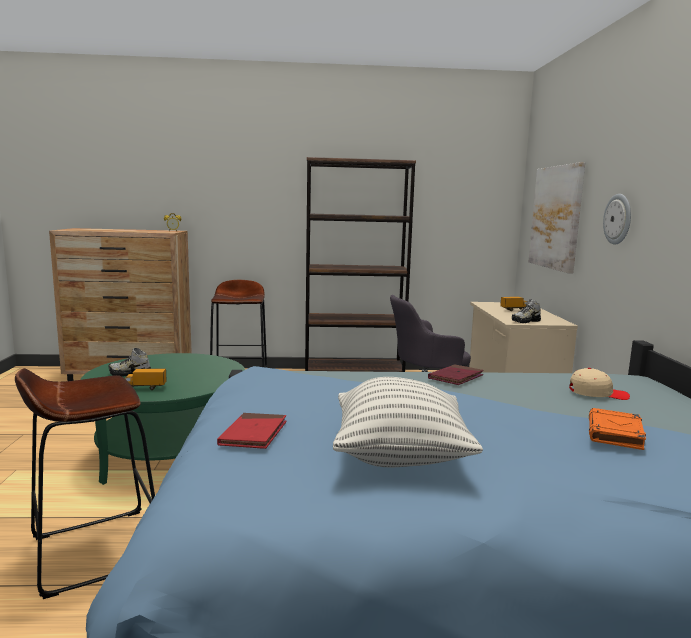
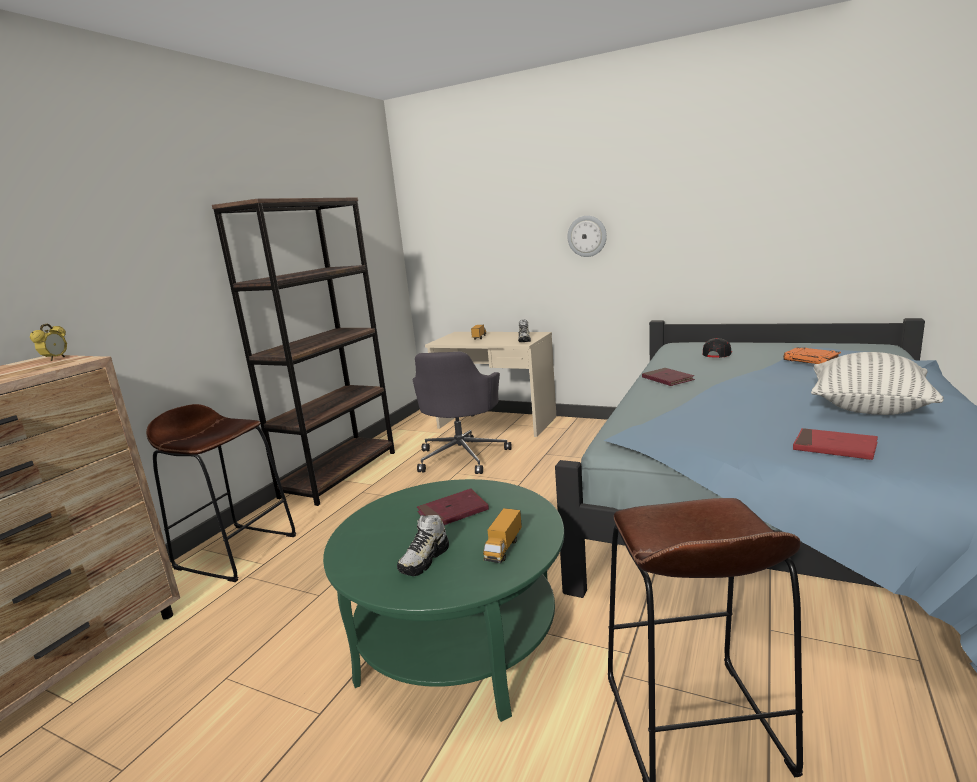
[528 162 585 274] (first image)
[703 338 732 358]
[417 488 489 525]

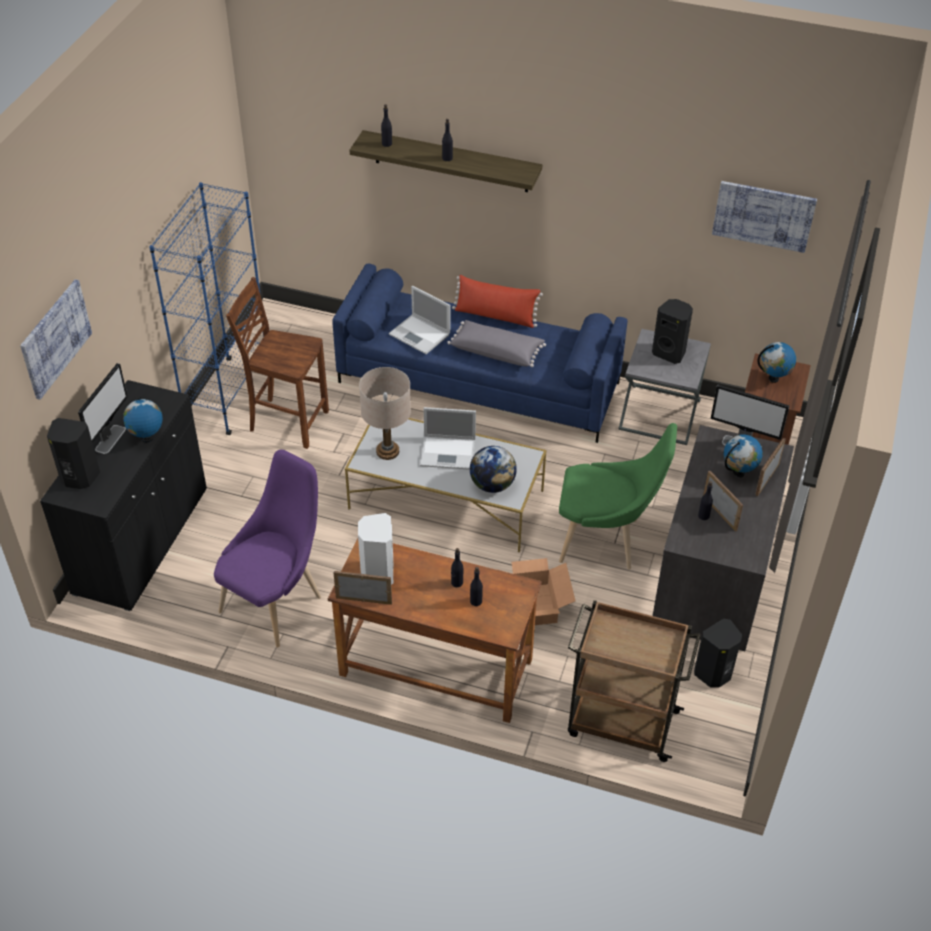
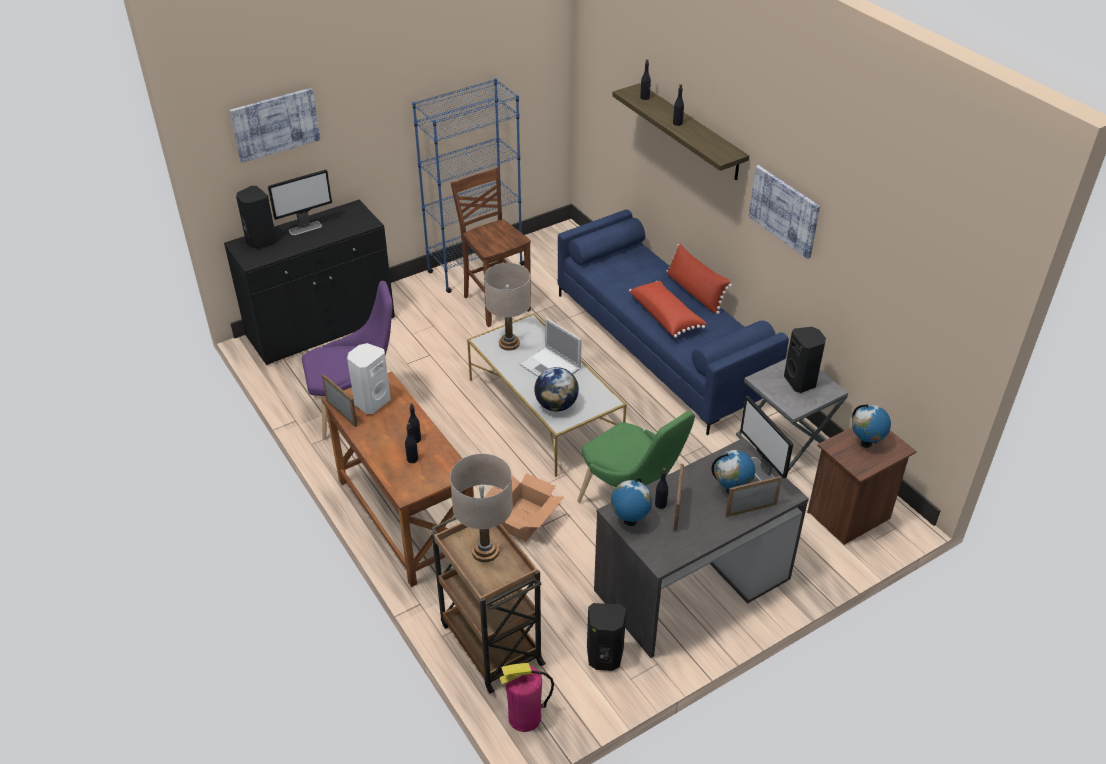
[749 165 820 259]
[389 286 450 354] (first image)
[629 281 707 338]
[611 478 652 526]
[450 454 513 562]
[499 663 554 732]

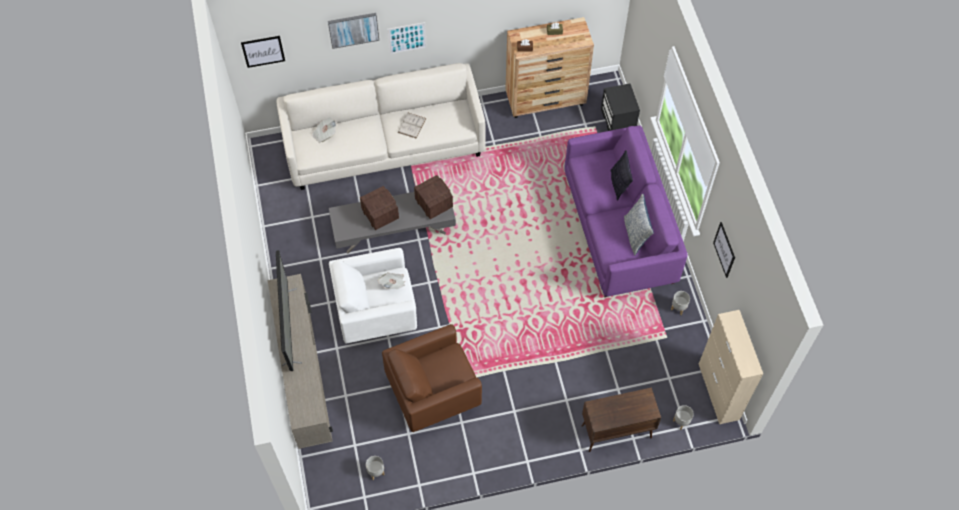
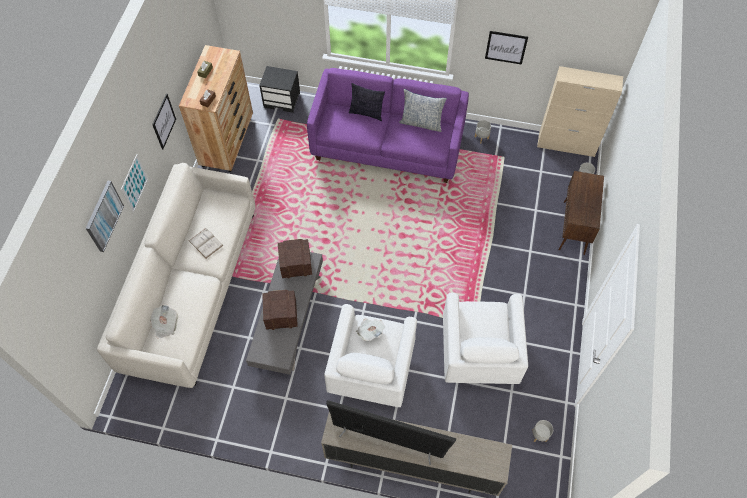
[152 93 176 149]
[443 293 528 384]

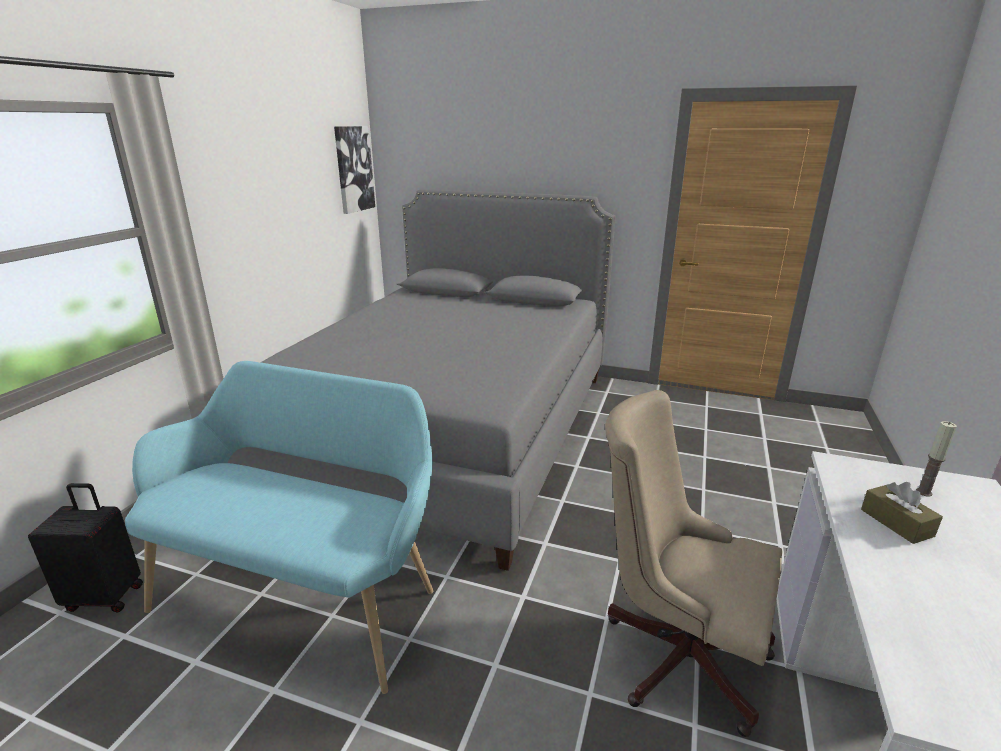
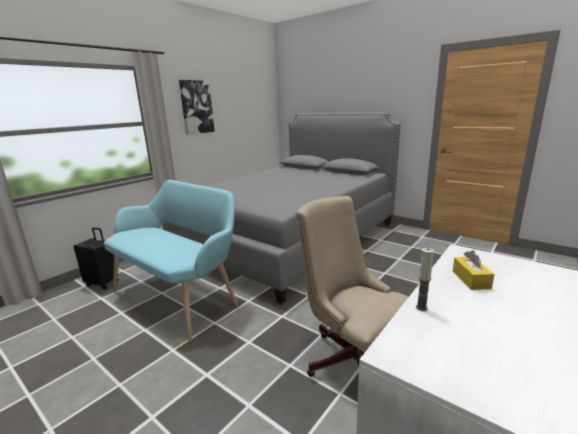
[179 80 215 135]
[416 248 434 311]
[453 250 495 290]

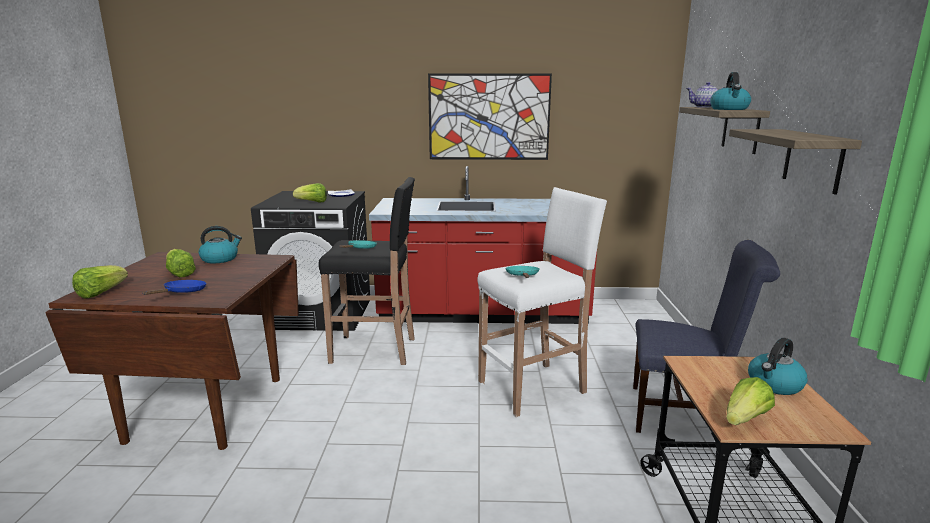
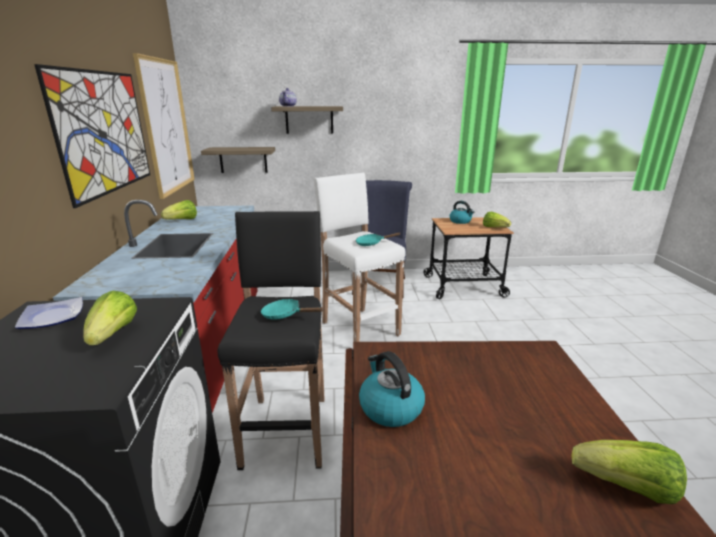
[710 72 751 110] (first image)
[201 147 275 173]
[161 200 197 219]
[142 280 207 295] (first image)
[133 53 195 199]

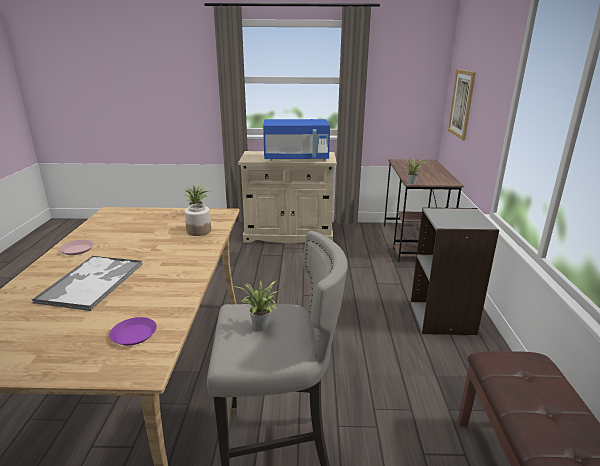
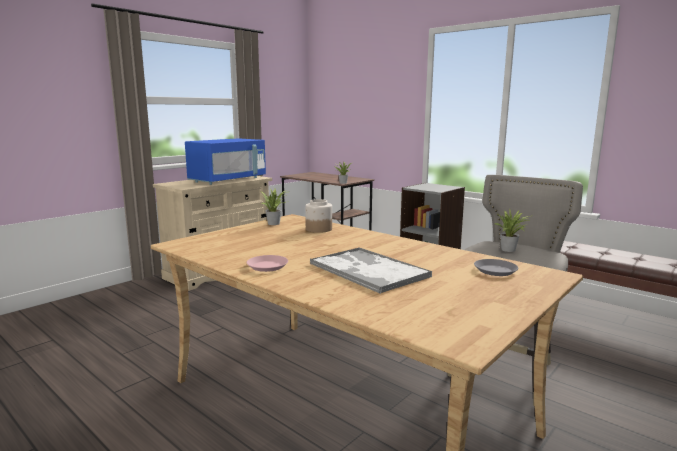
[448 69 476 141] (first image)
[474 259 518 276]

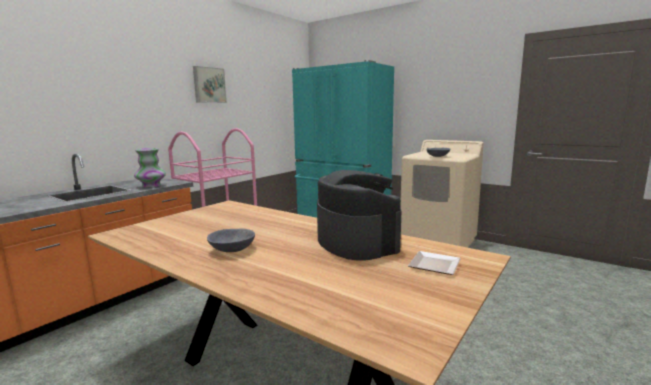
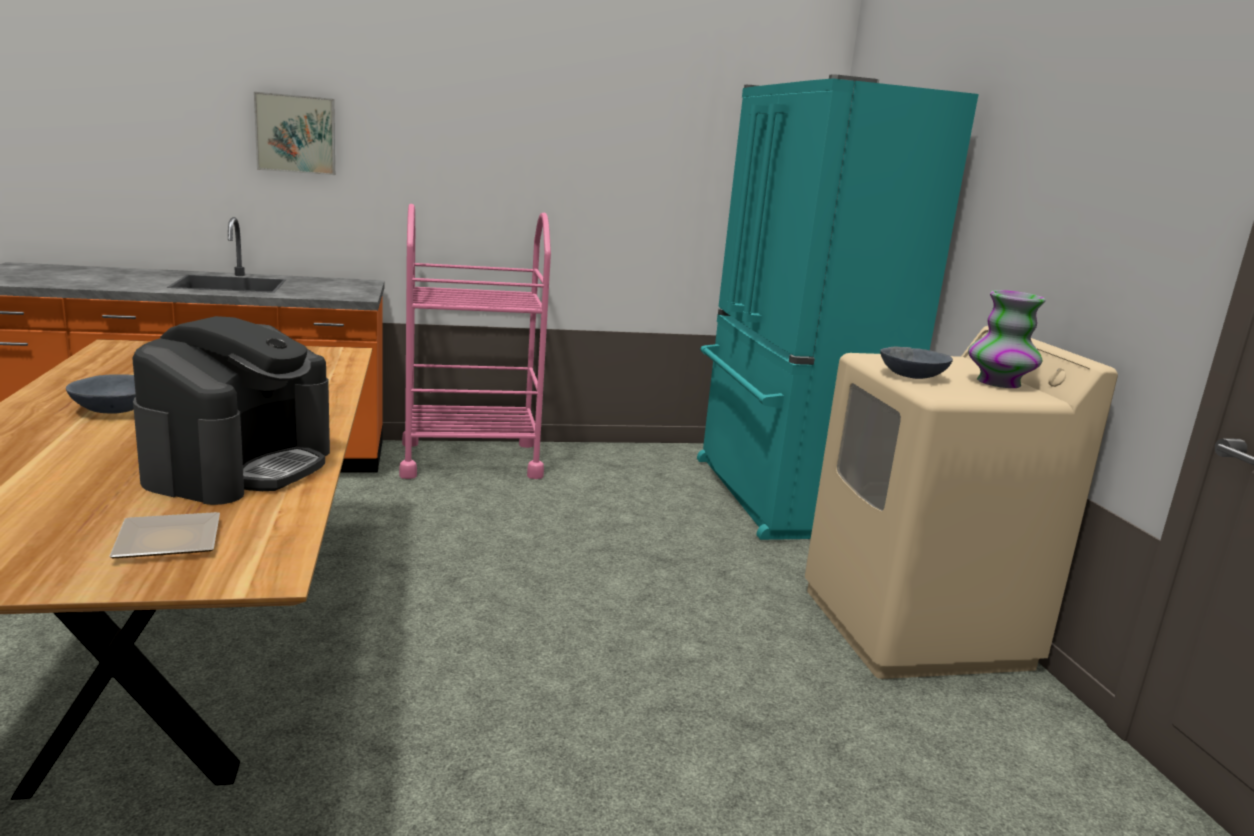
[254 92 335 175]
[968 290 1046 388]

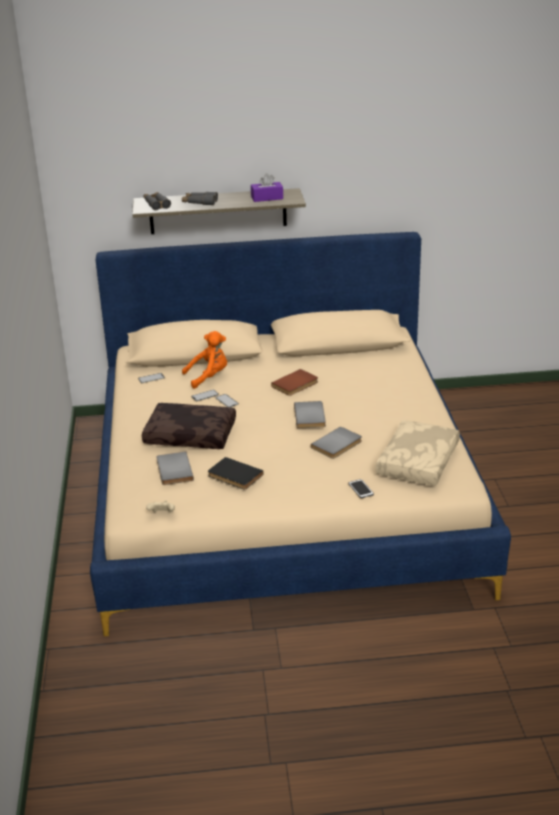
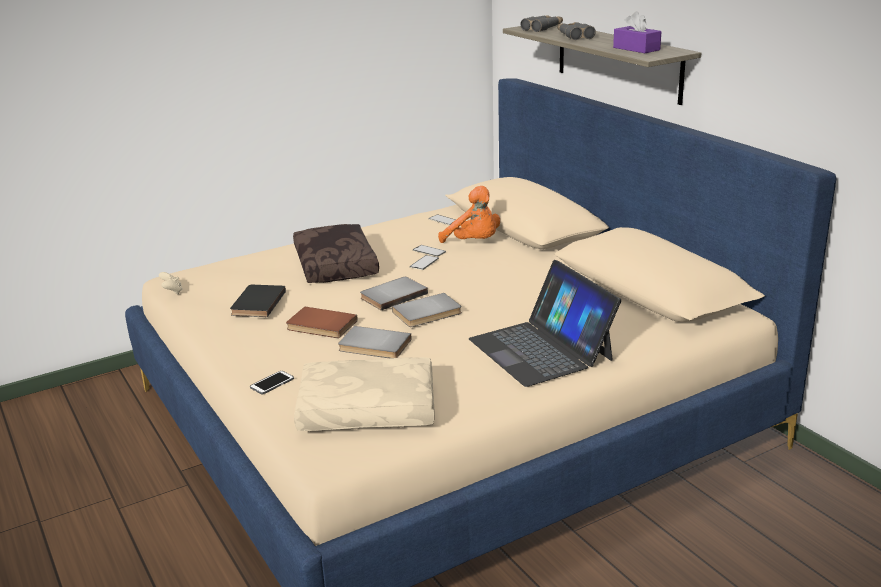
[286 307 358 338]
[360 277 428 310]
[469 260 621 387]

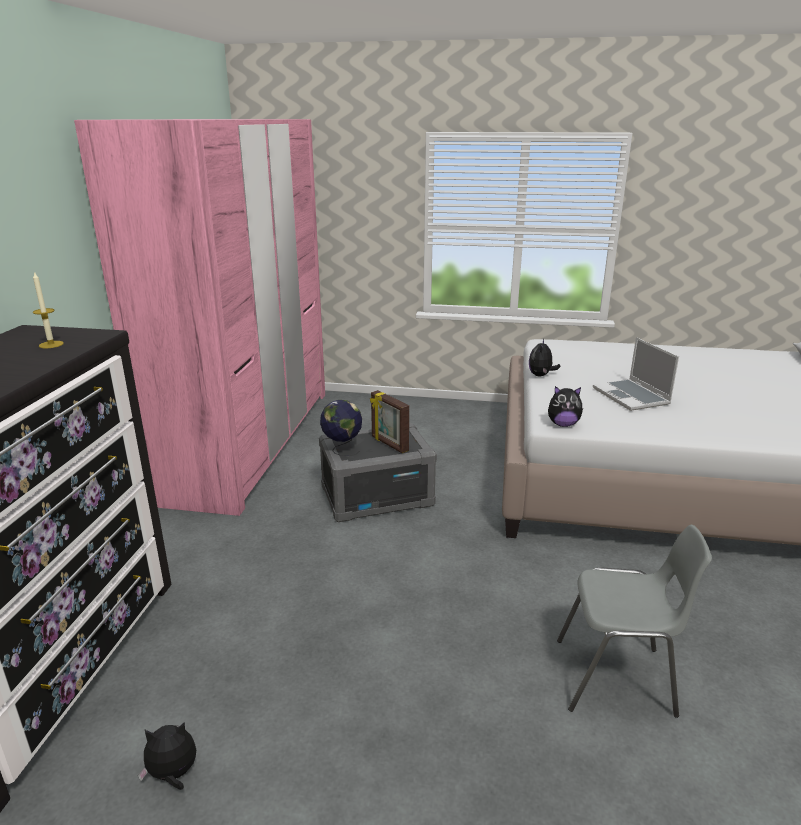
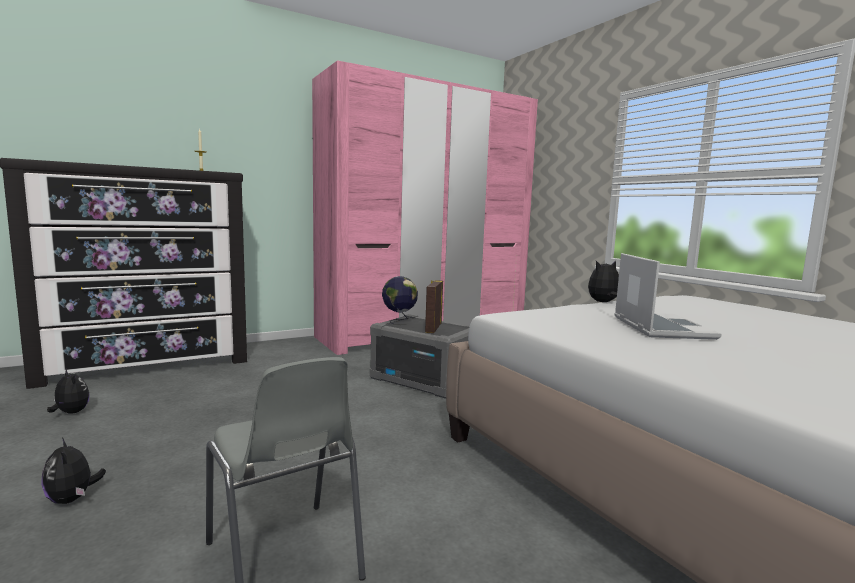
[614 253 722 340]
[41 438 106 504]

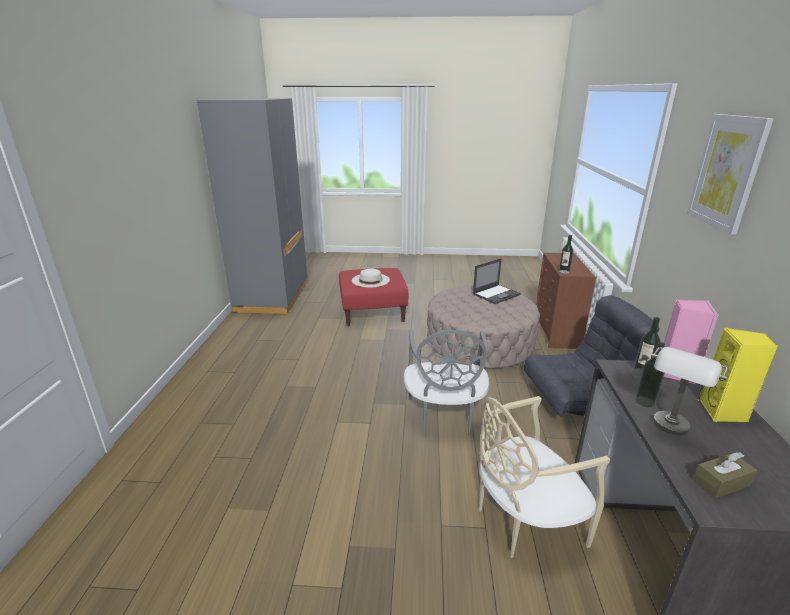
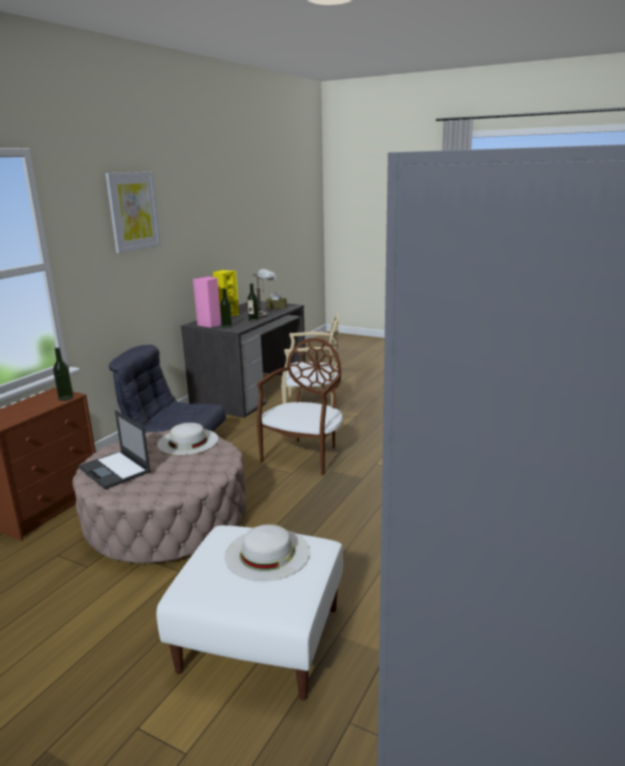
[79 410 151 489]
[156 525 343 700]
[257 338 343 475]
[157 423 219 455]

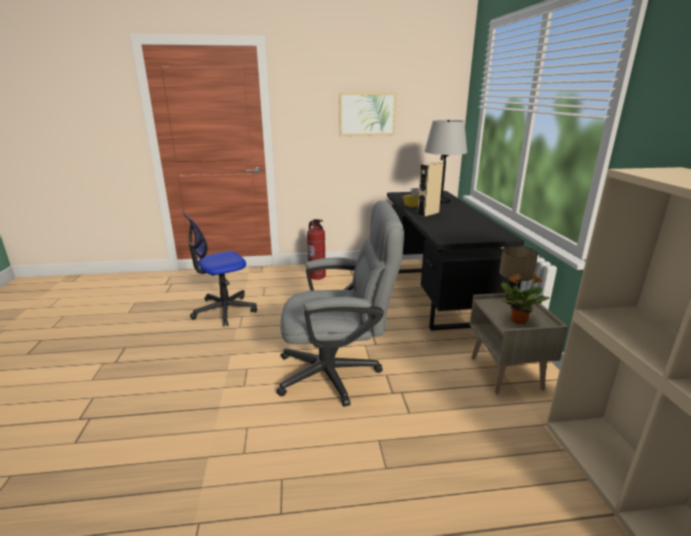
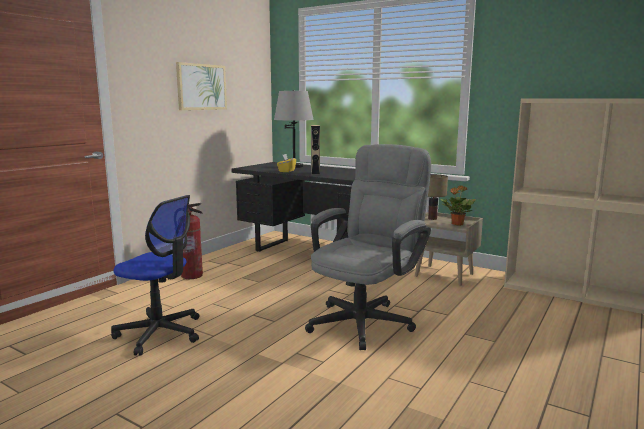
[111 195 199 356]

